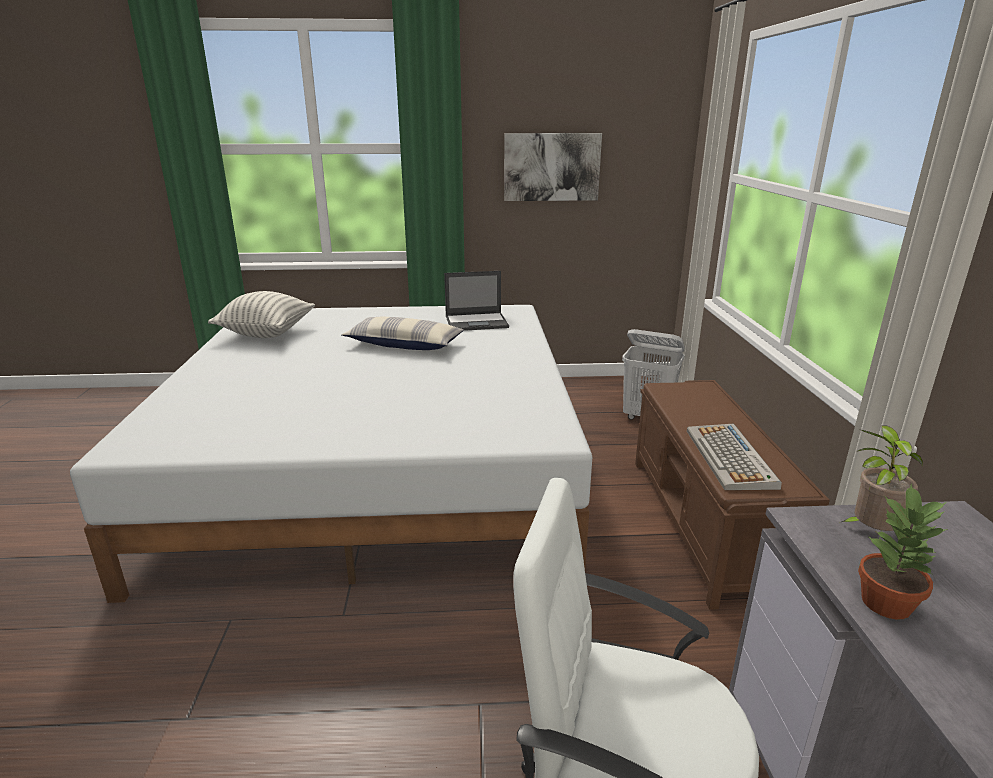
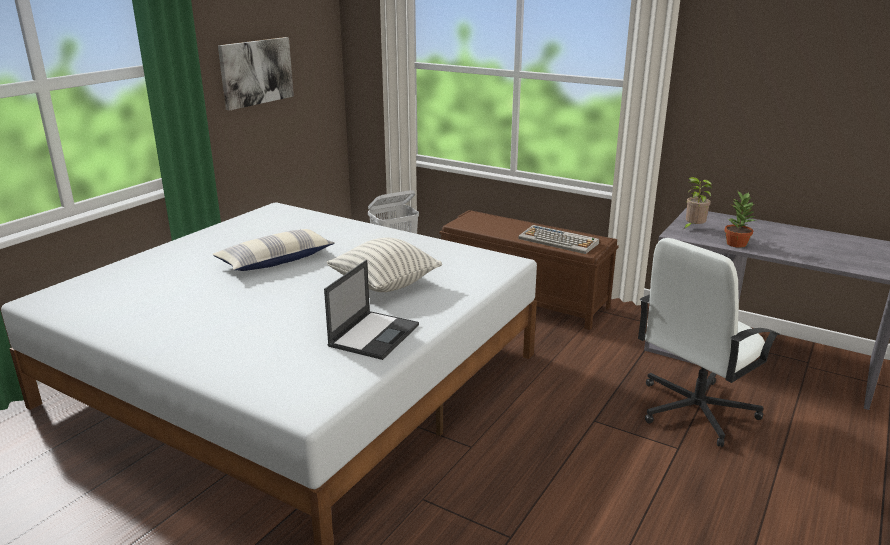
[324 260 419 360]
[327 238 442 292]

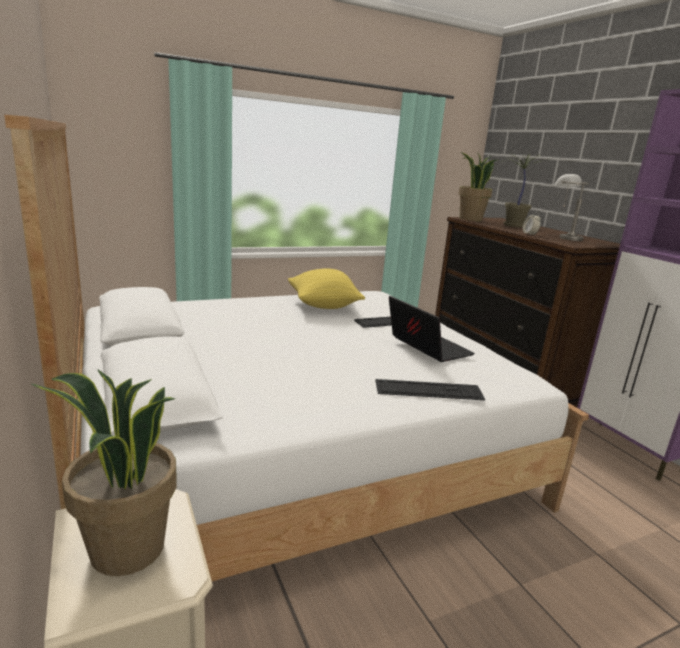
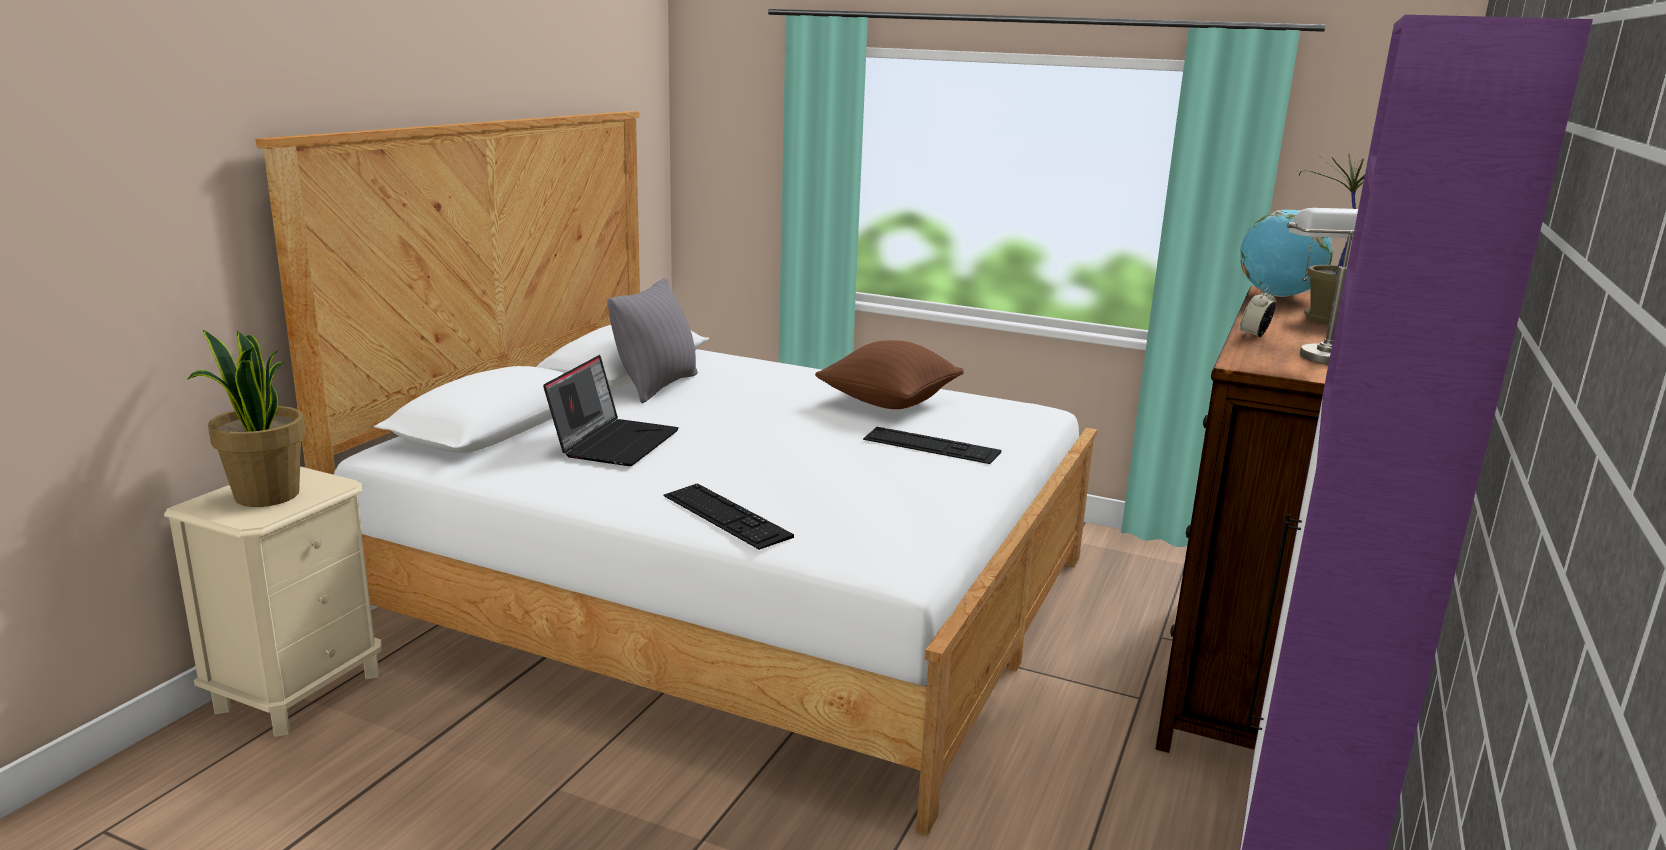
[1240 210 1333 297]
[815 340 964 409]
[543 355 679 466]
[607 278 698 403]

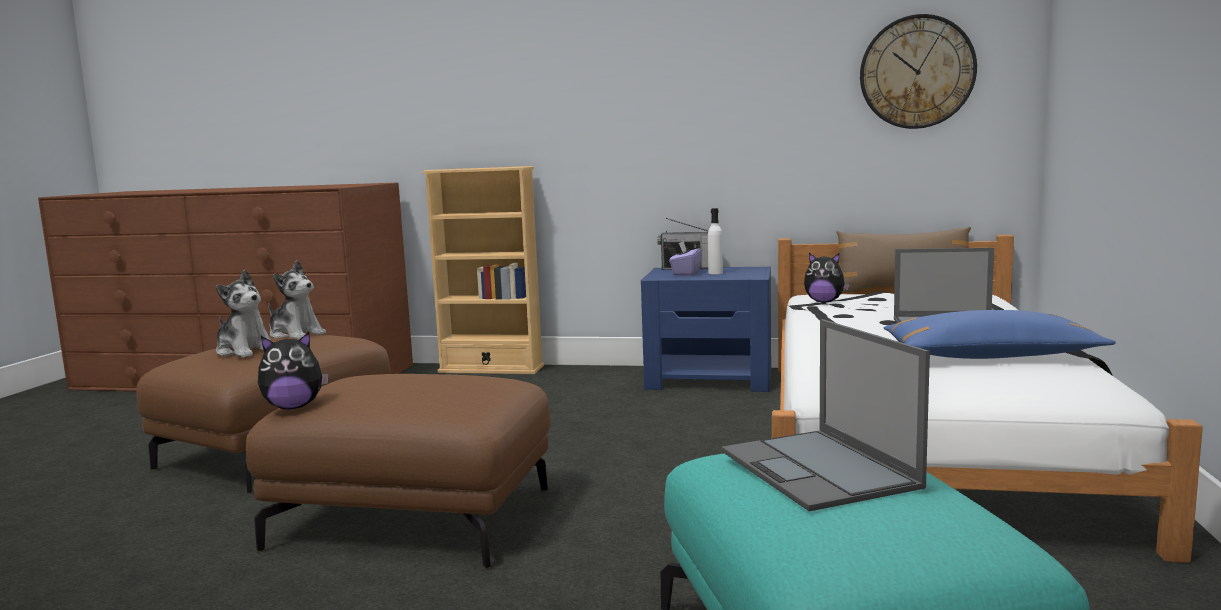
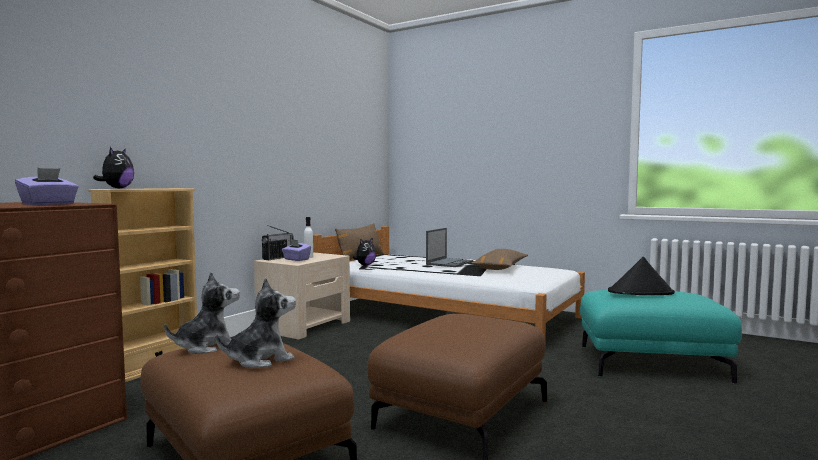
[860 14 977 129] (first image)
[254 252 350 340]
[472 249 528 270]
[608 257 675 295]
[93 147 134 189]
[15 168 79 205]

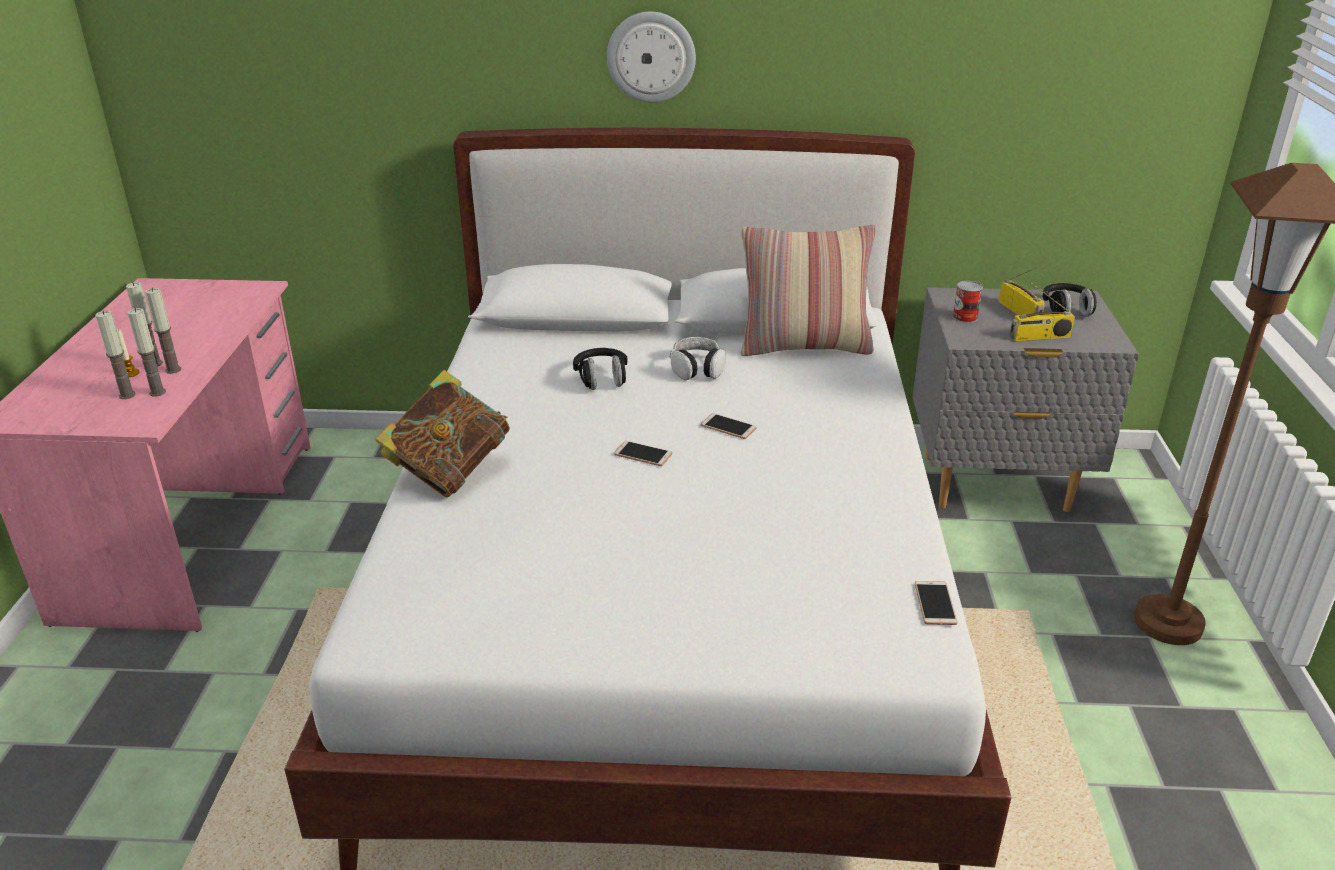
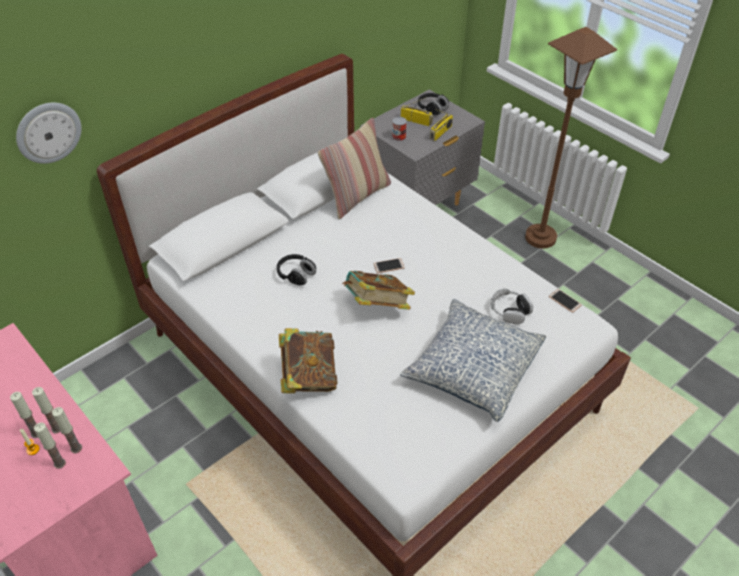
[16 103 82 164]
[491 289 533 324]
[342 271 415 310]
[400 299 546 422]

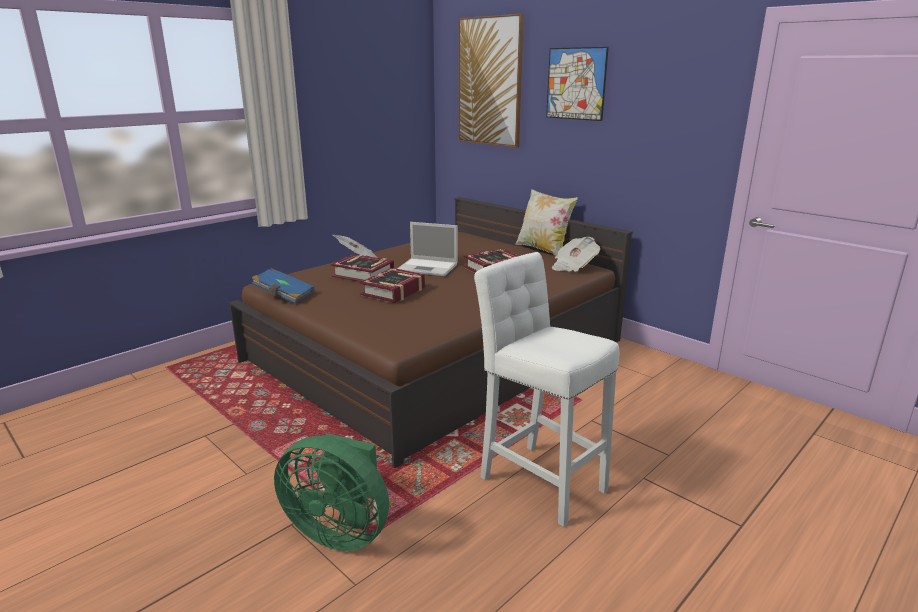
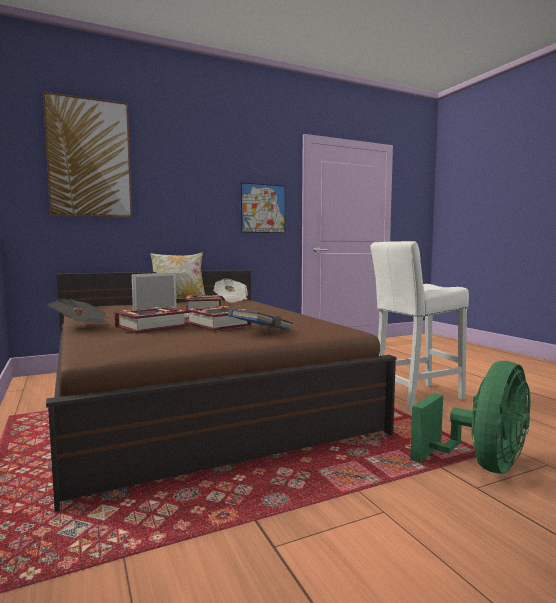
[241 183 285 233]
[228 309 293 331]

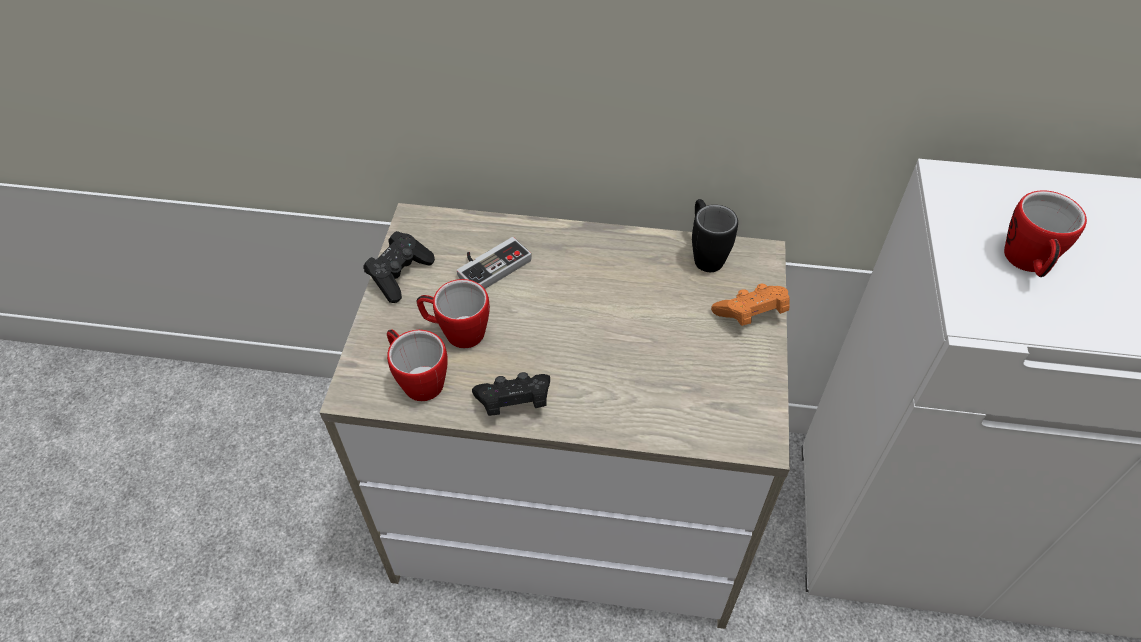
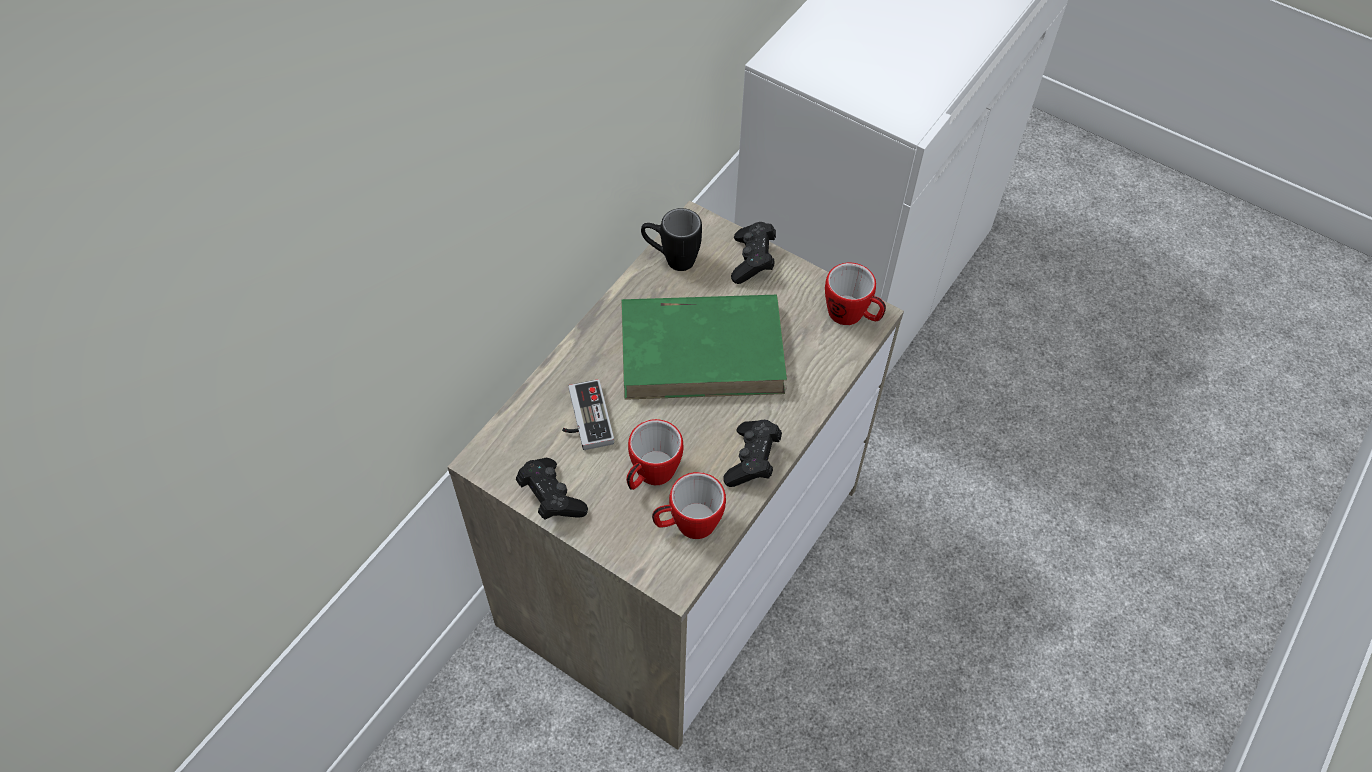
[825 263 886 325]
[731 222 776 284]
[621 295 787 400]

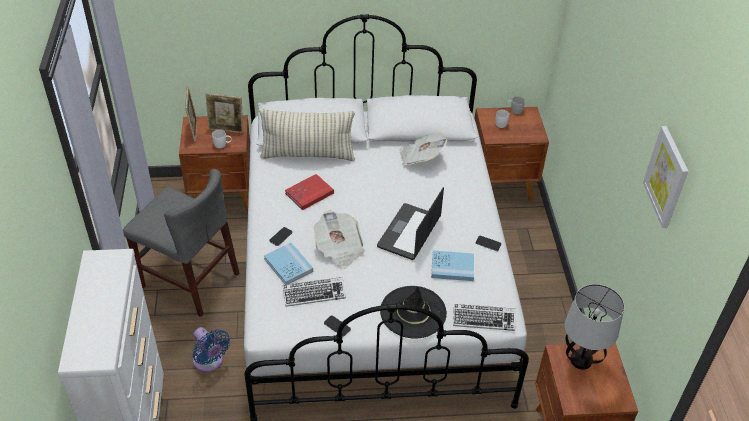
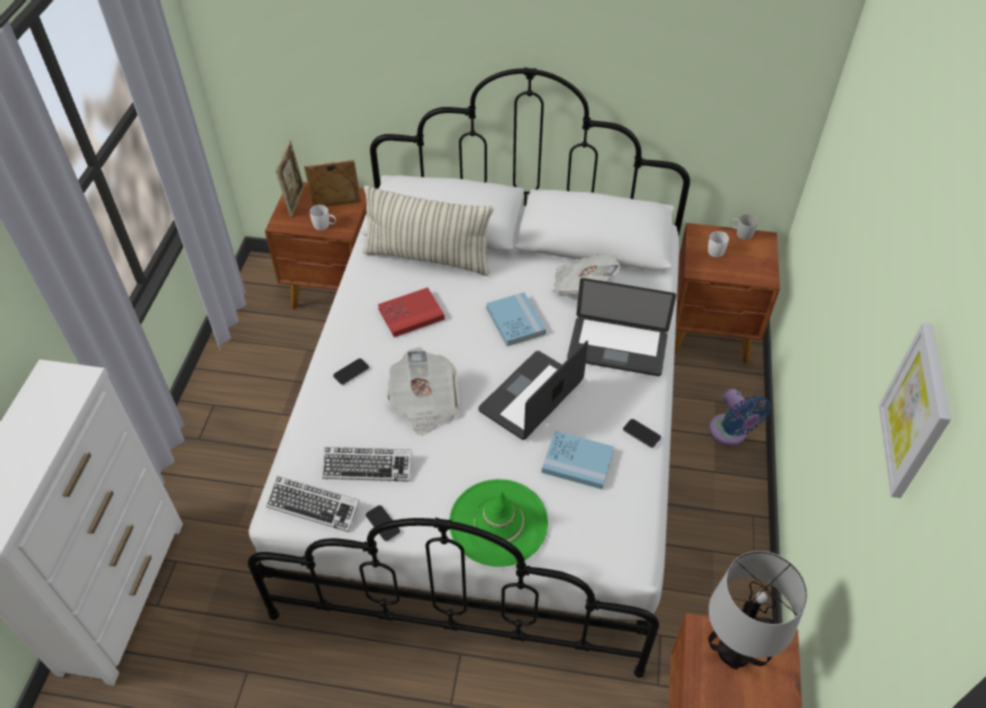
[304 159 361 206]
[123 169 239 317] (first image)
[486 292 546 346]
[449 479 548 567]
[266 476 360 532]
[709 389 770 445]
[567 278 676 376]

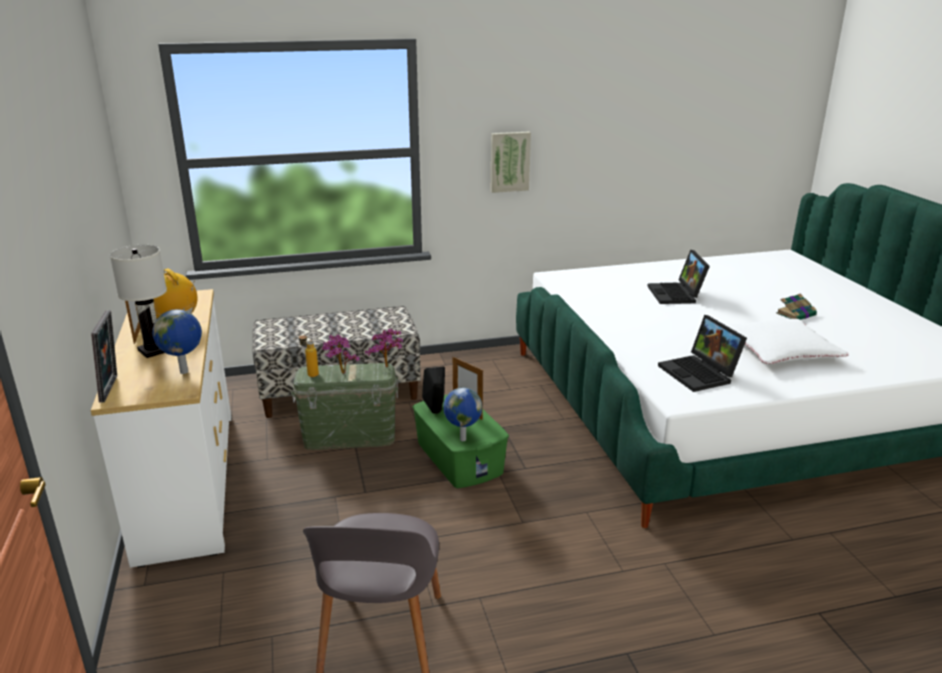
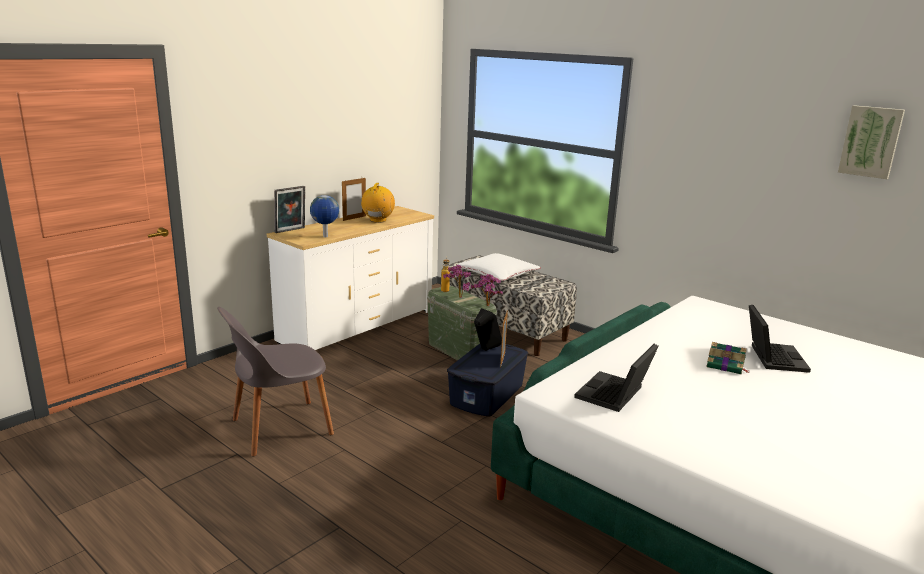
[838 105 905 179]
[110 245 167 358] (first image)
[749 305 811 373]
[706 342 749 375]
[457 253 541 281]
[443 387 482 441] (first image)
[447 344 528 417]

